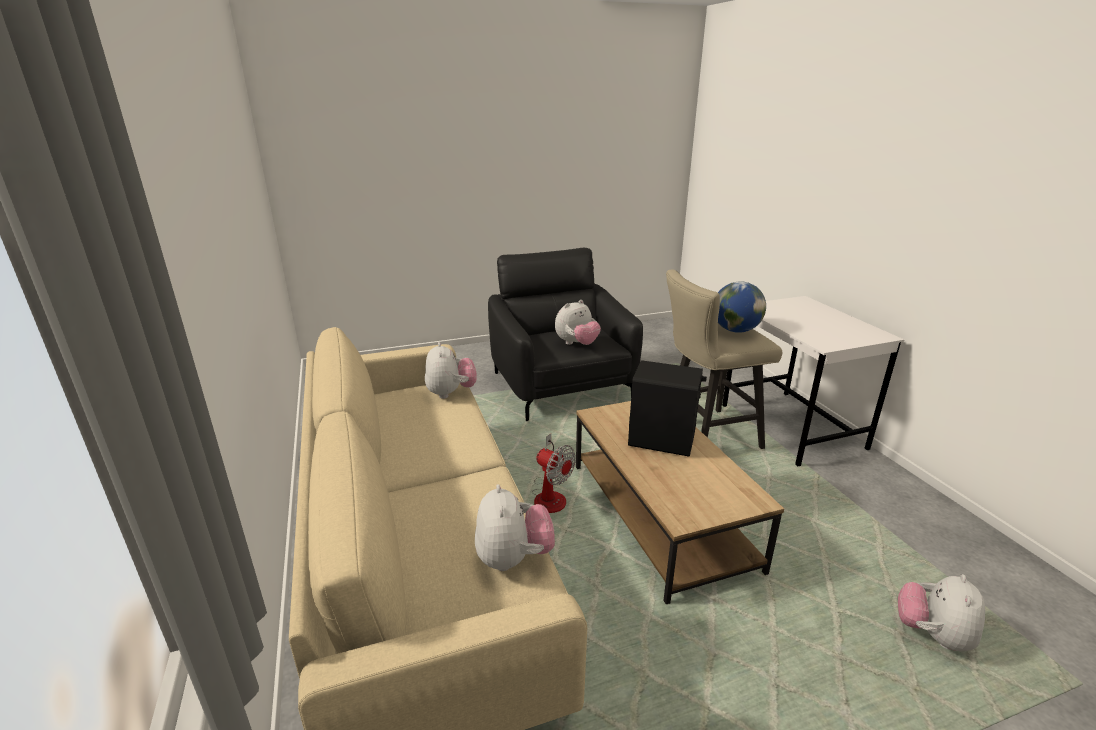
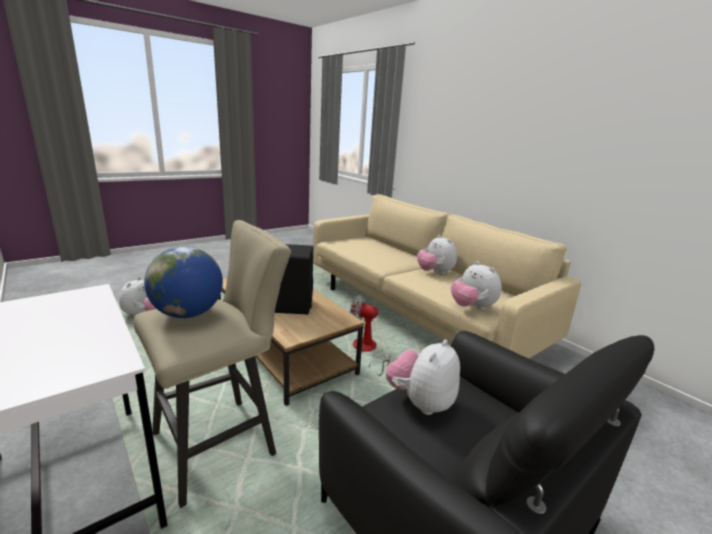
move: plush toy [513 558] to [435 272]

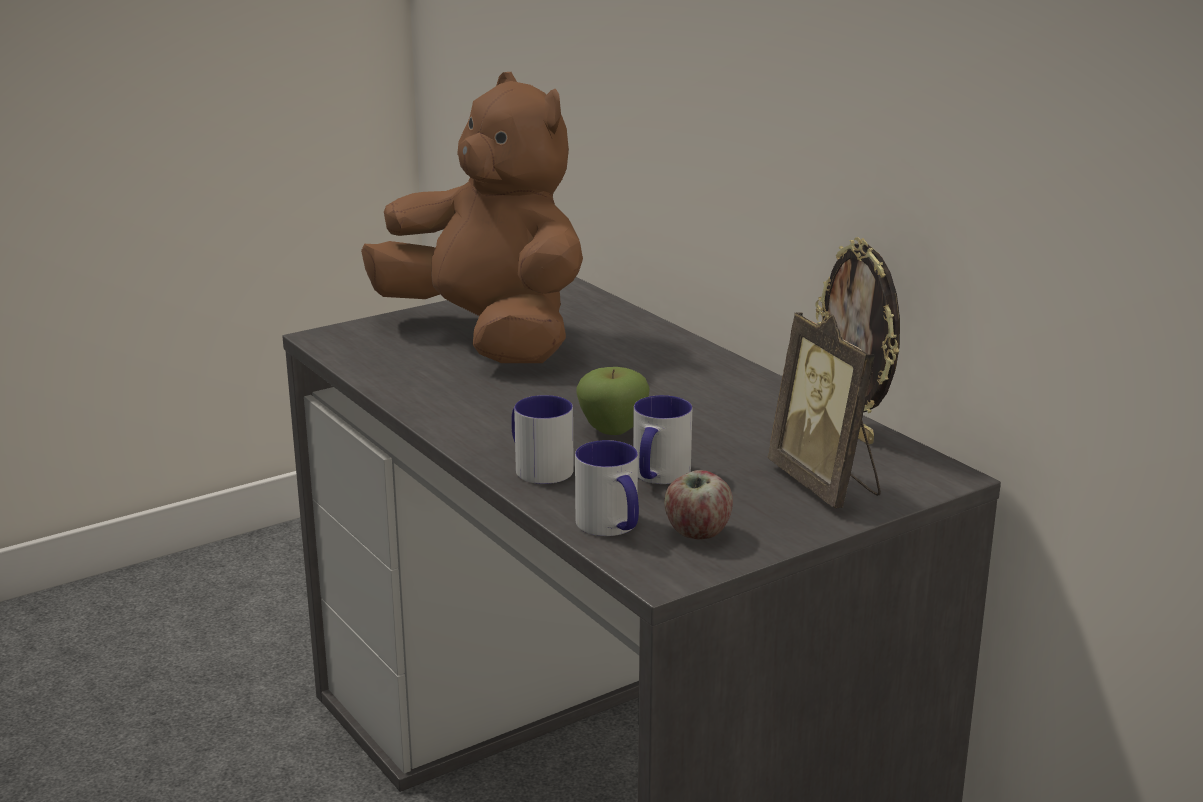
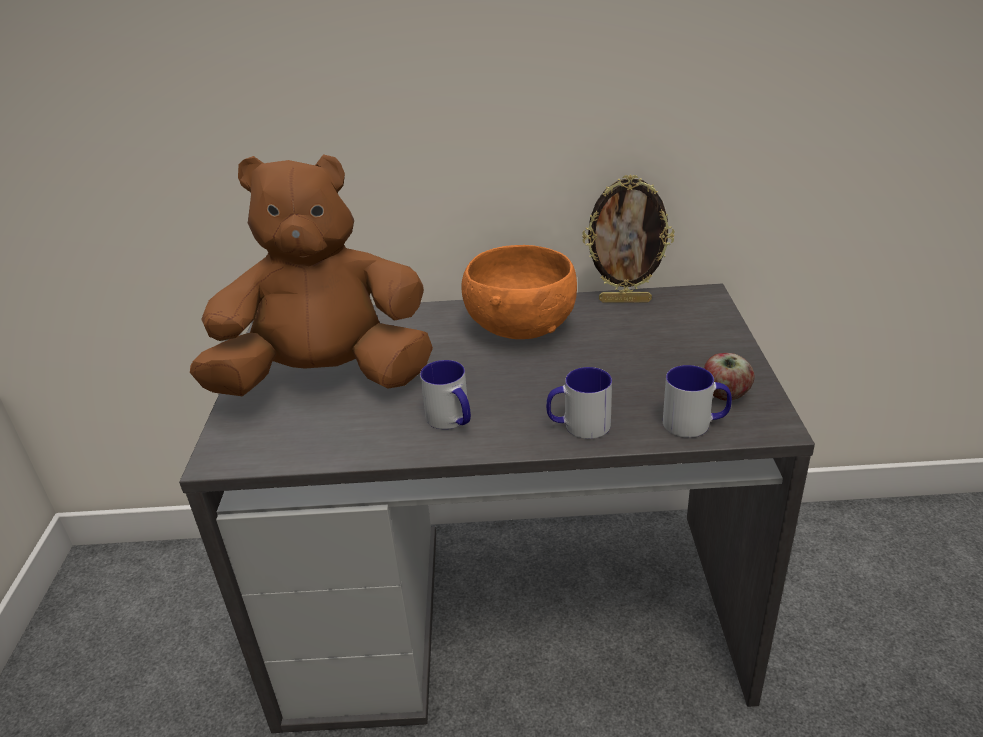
delete: apple [612 430]; picture frame [826 484]
insert: orange bowl [520 327]
move: mug [657 476] to [452 420]

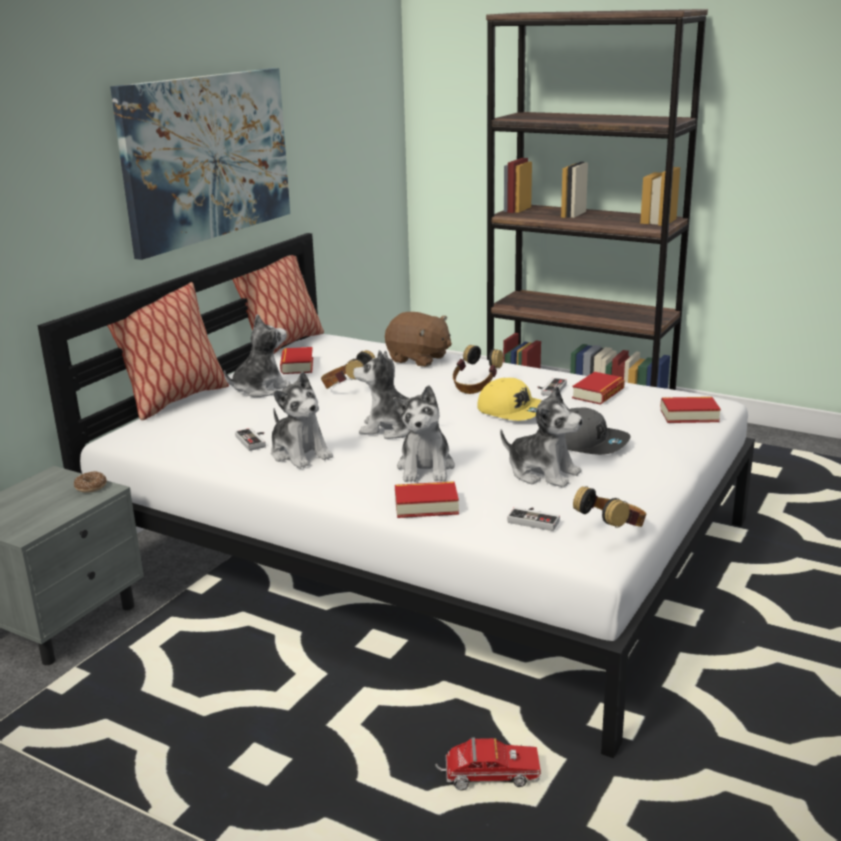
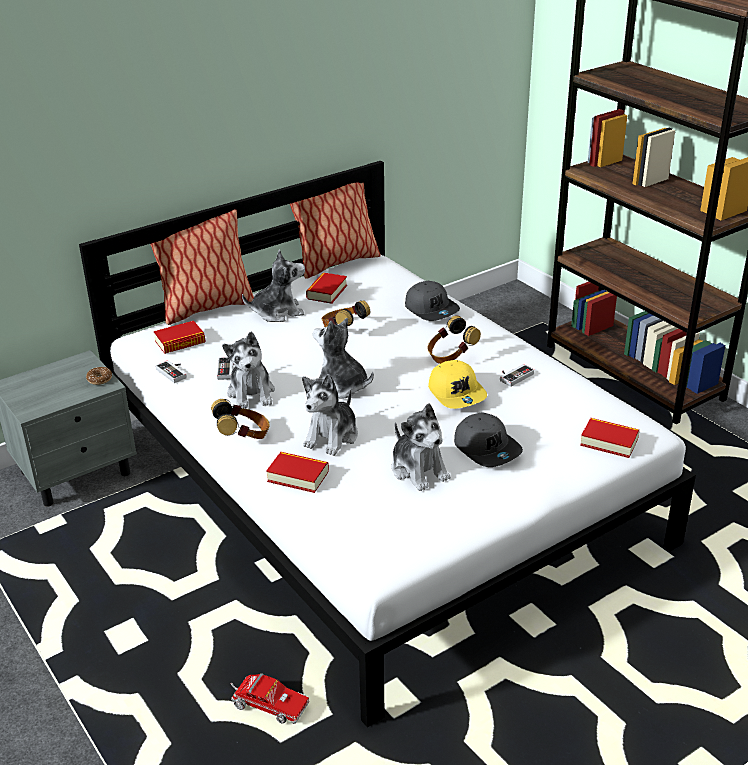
delete: picture [207 157]
move: game controller [535 520] to [174 372]; book [598 394] to [180 342]; headphones [612 532] to [243 437]
replace: brown plush toy [418 359] to grey cap [432 309]

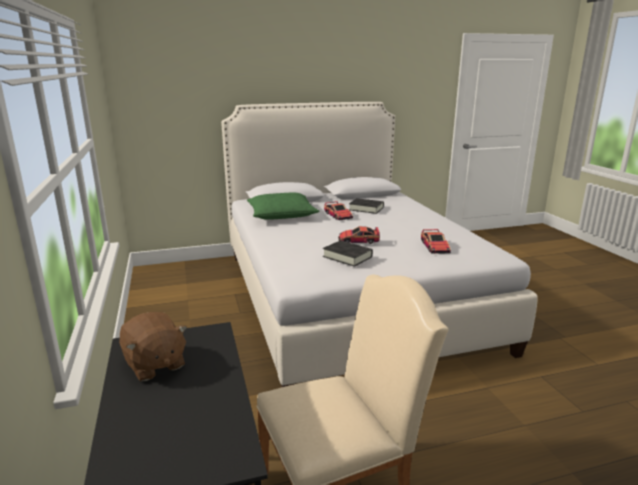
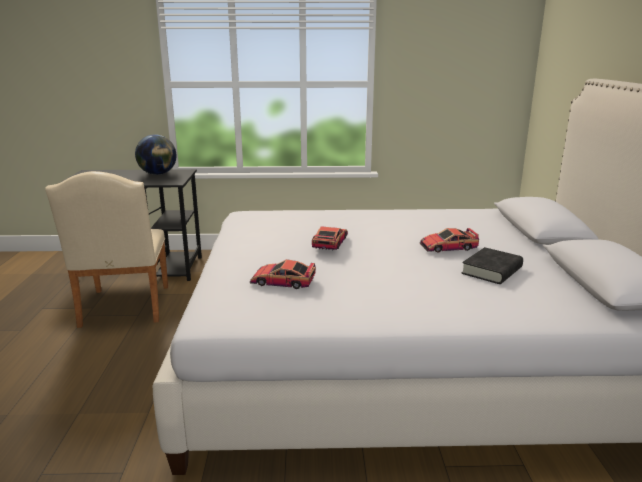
delete: green pillow [281 215]; black book [347 257]
replace: brown plush toy [154 365] to globe [158 174]

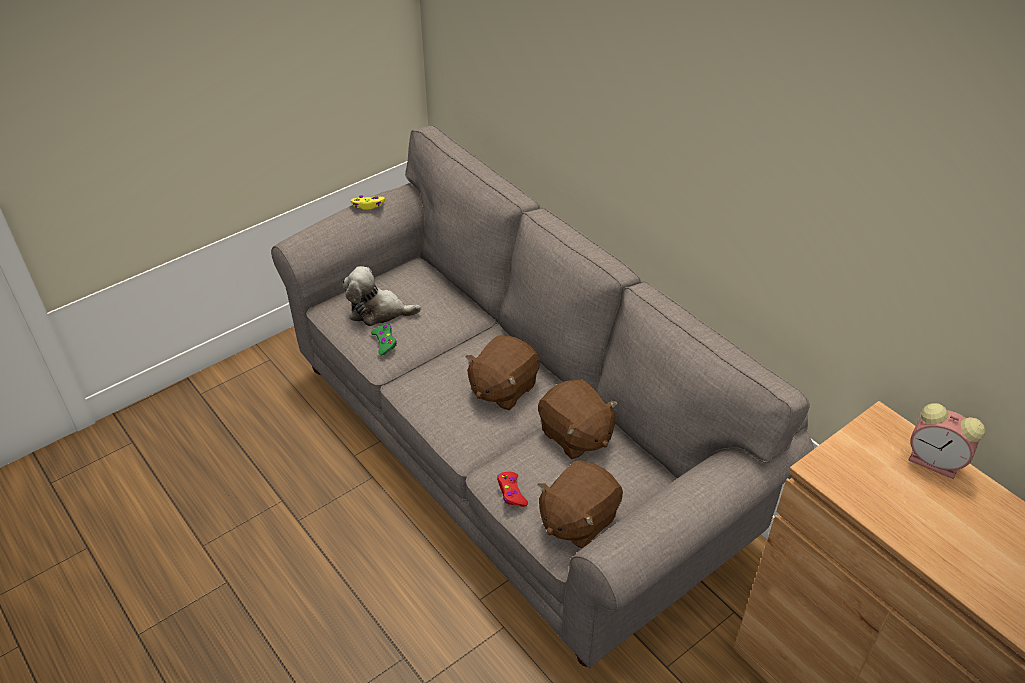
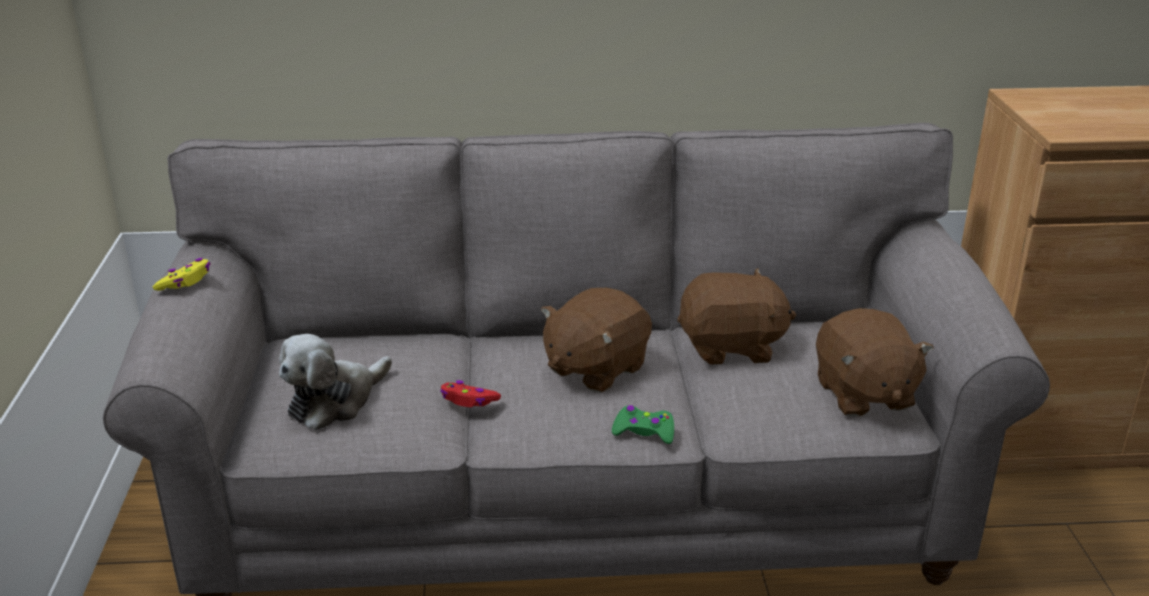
delete: alarm clock [936 462]
move: green game controller [384 342] to [644 431]; red game controller [511 492] to [469 400]
rotate: brown plush toy [502 388] = [595 368] 60 degrees clockwise

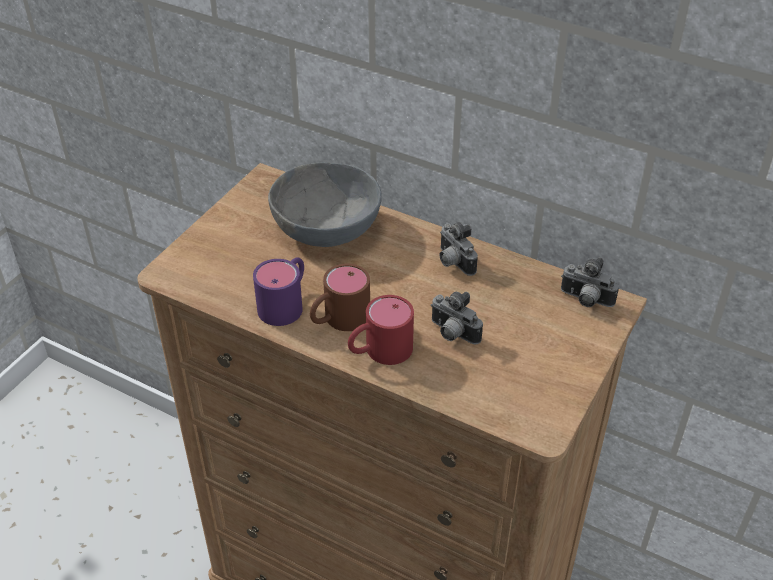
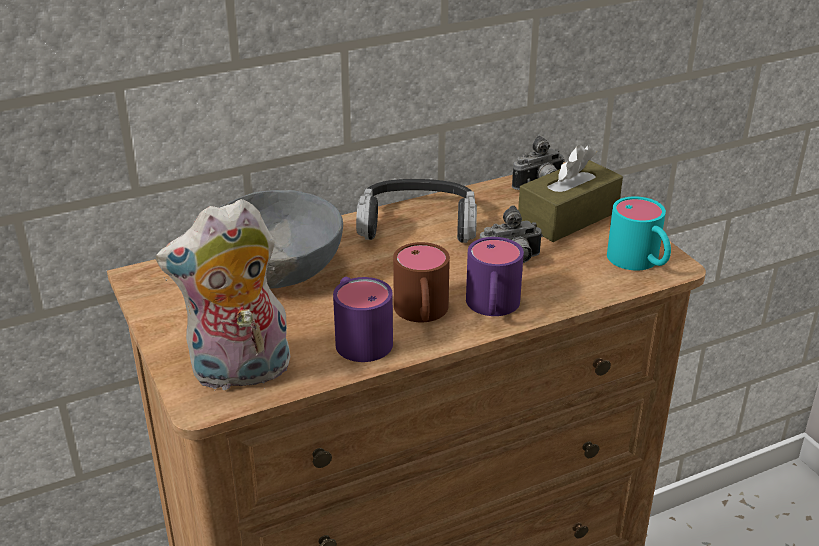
insert: plush toy [240 374]; brown tissue box [568 217]; turquoise mug [640 262]
replace: photo camera [453 263] to headphones [418 224]
recolor: red mug [379 351] to purple mug [492 308]

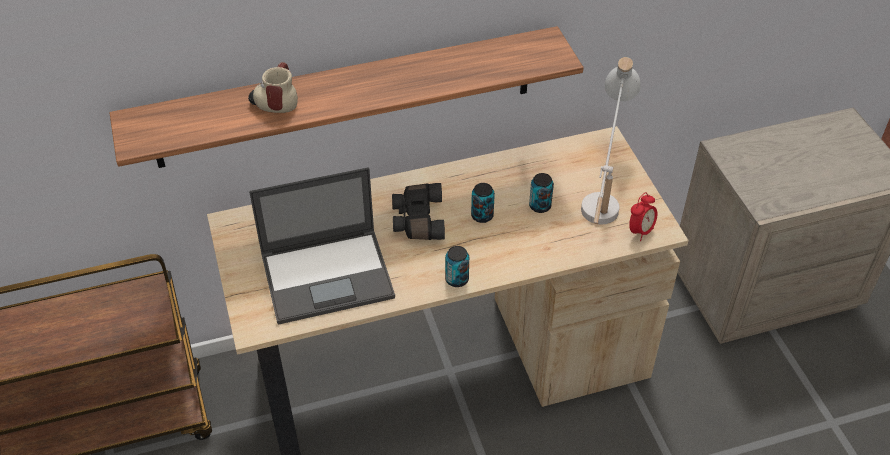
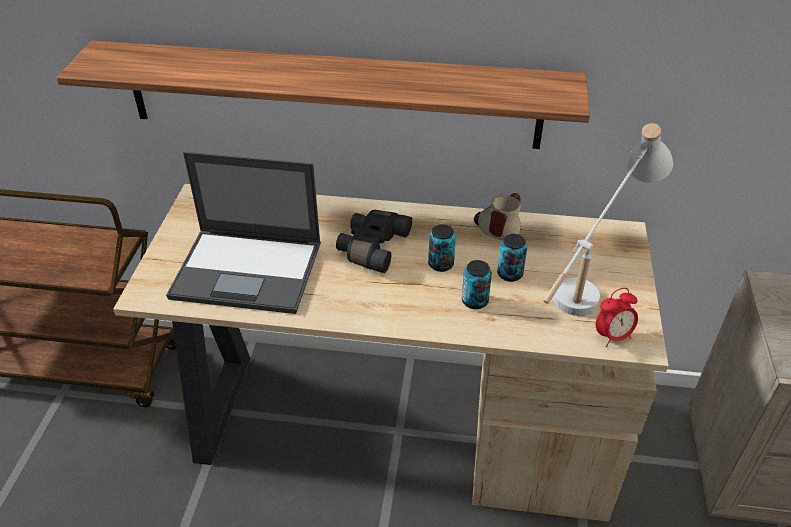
move: mug [275 101] to [498 228]; can [457 279] to [474 301]

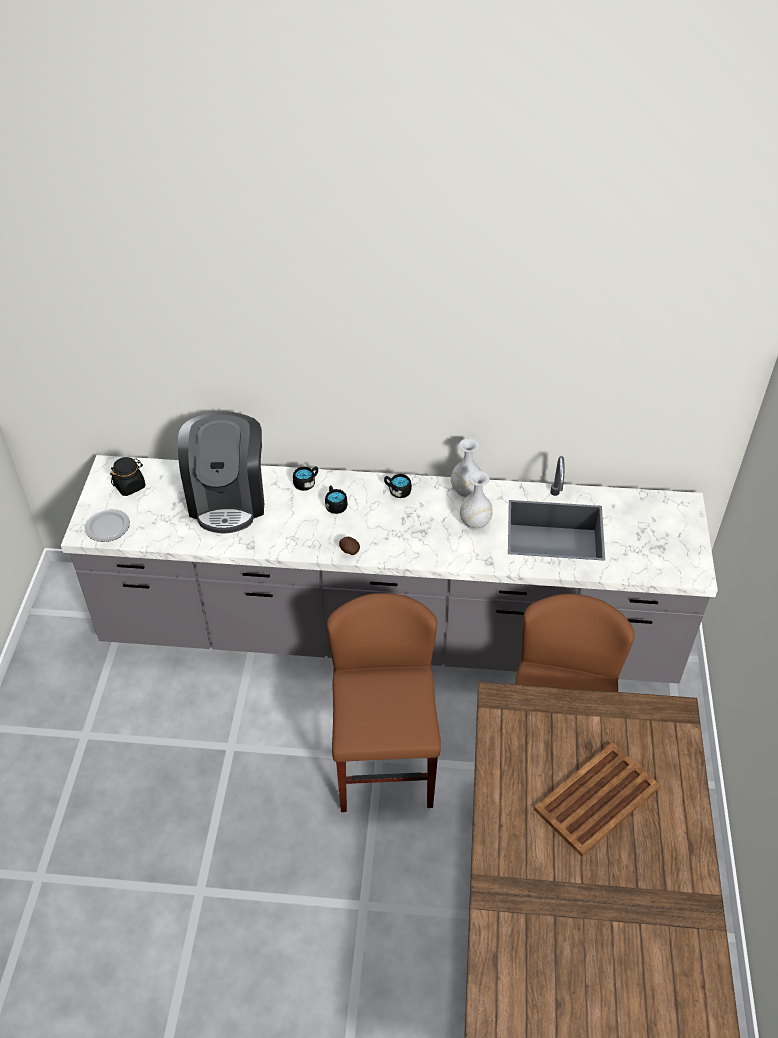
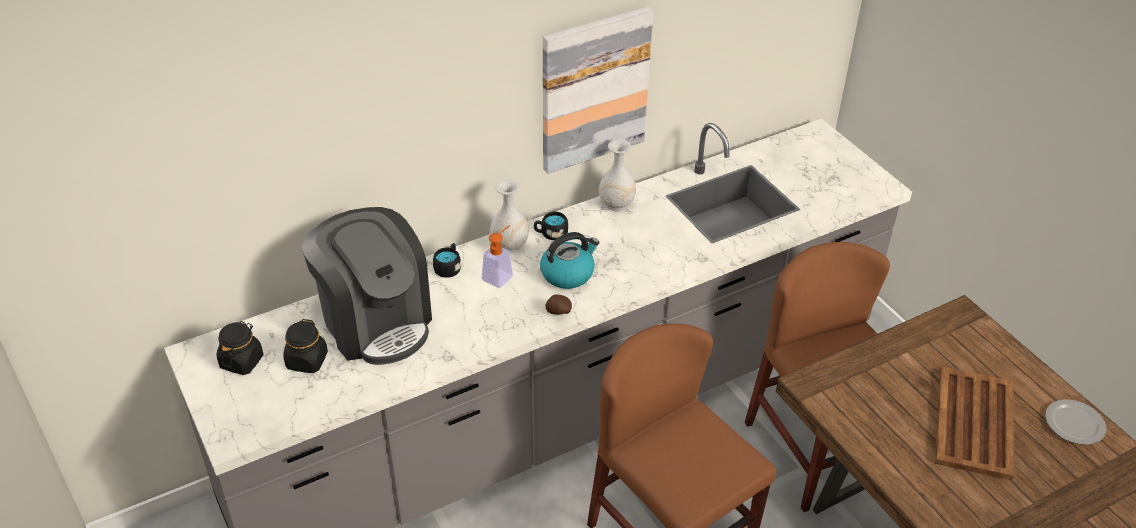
insert: black jar [307 361]; kettle [568 273]; picture [594 89]
move: plate [108 526] to [1074 423]; white vase [475 523] to [510 245]
replace: black mug [335 505] to soap dispenser [500 275]

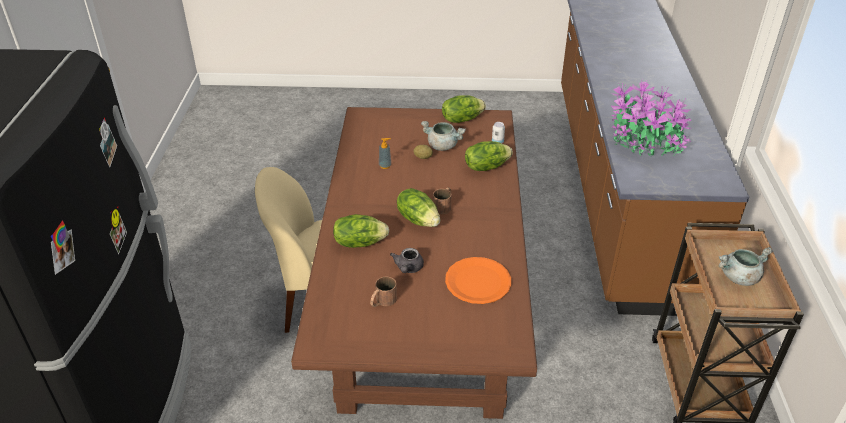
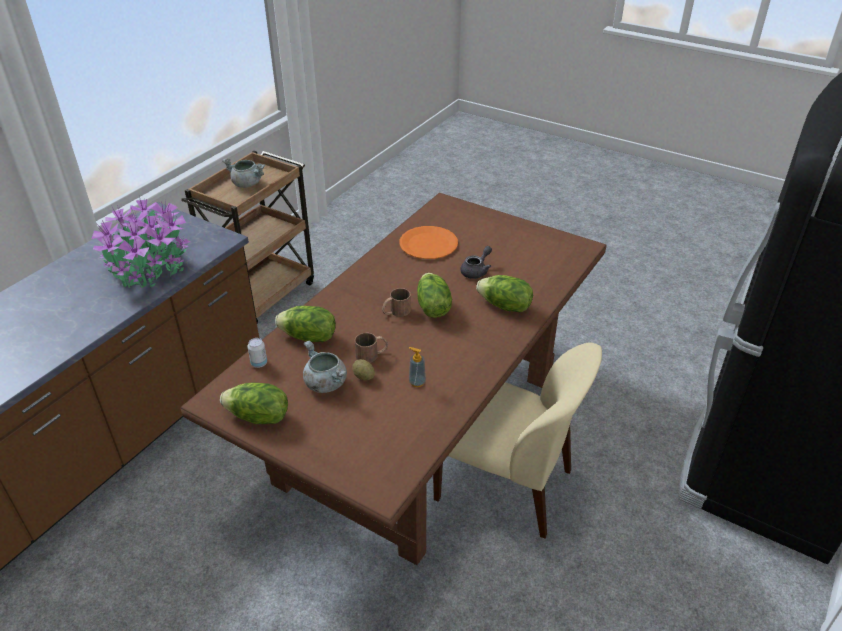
move: brown mug [382 301] to [372 354]

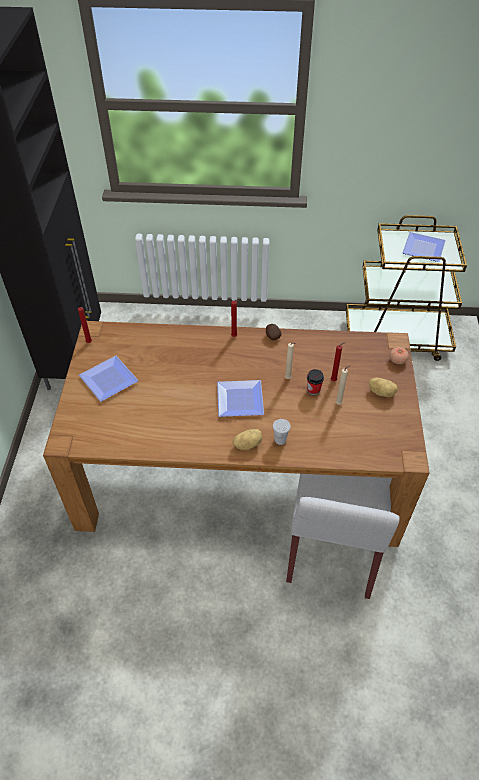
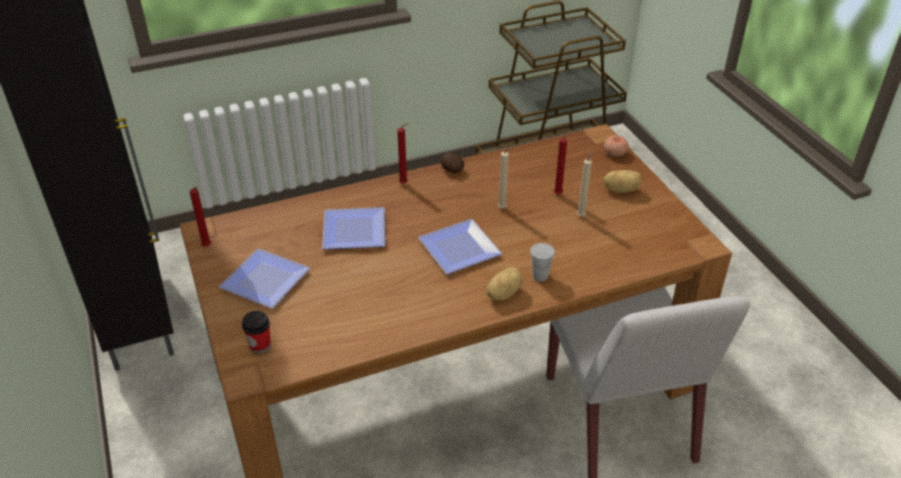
move: cup [313 390] to [260 345]; plate [422 247] to [352 230]

